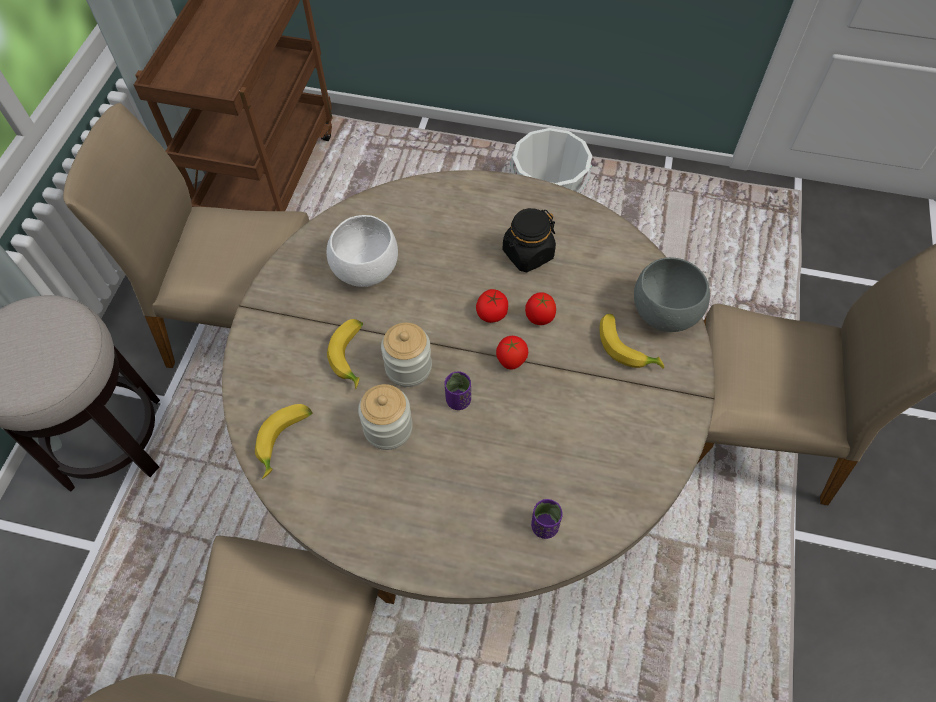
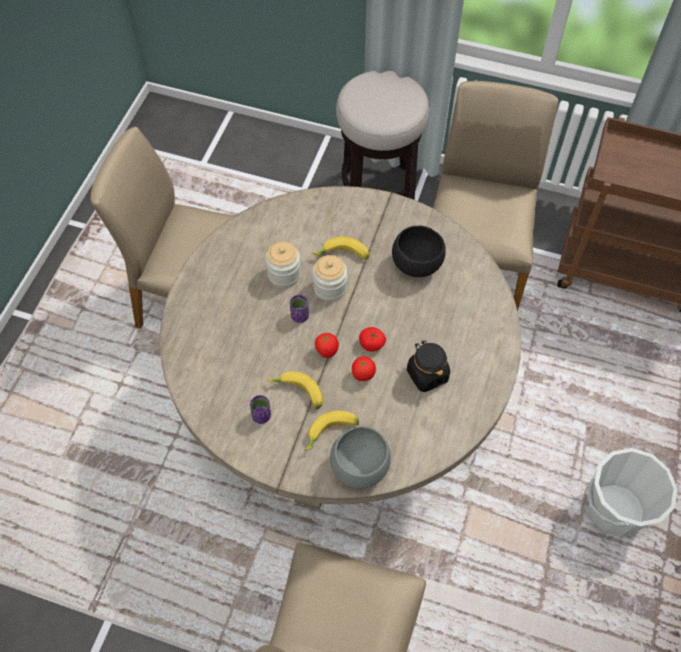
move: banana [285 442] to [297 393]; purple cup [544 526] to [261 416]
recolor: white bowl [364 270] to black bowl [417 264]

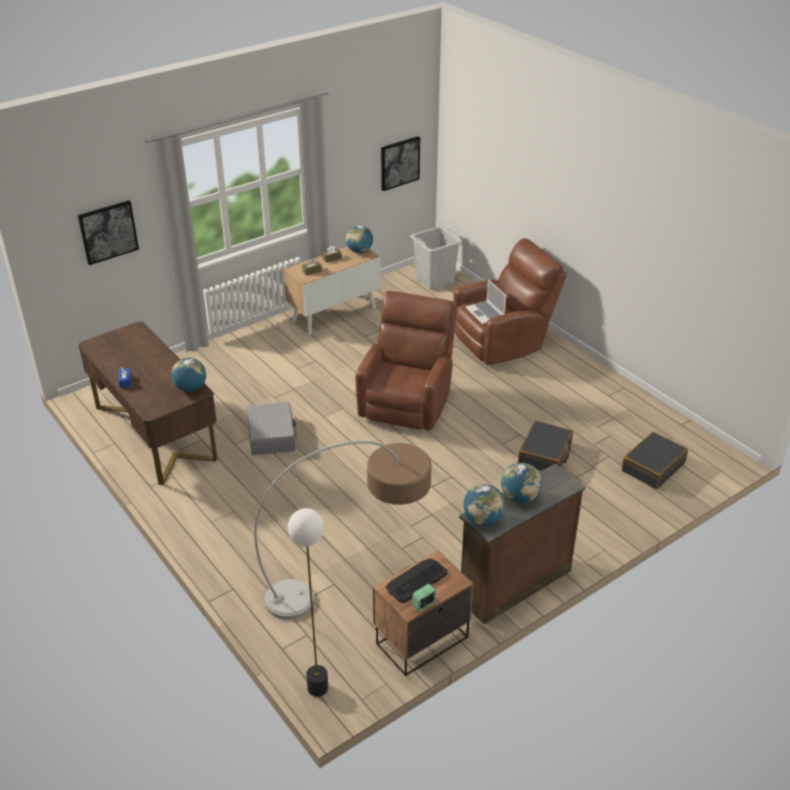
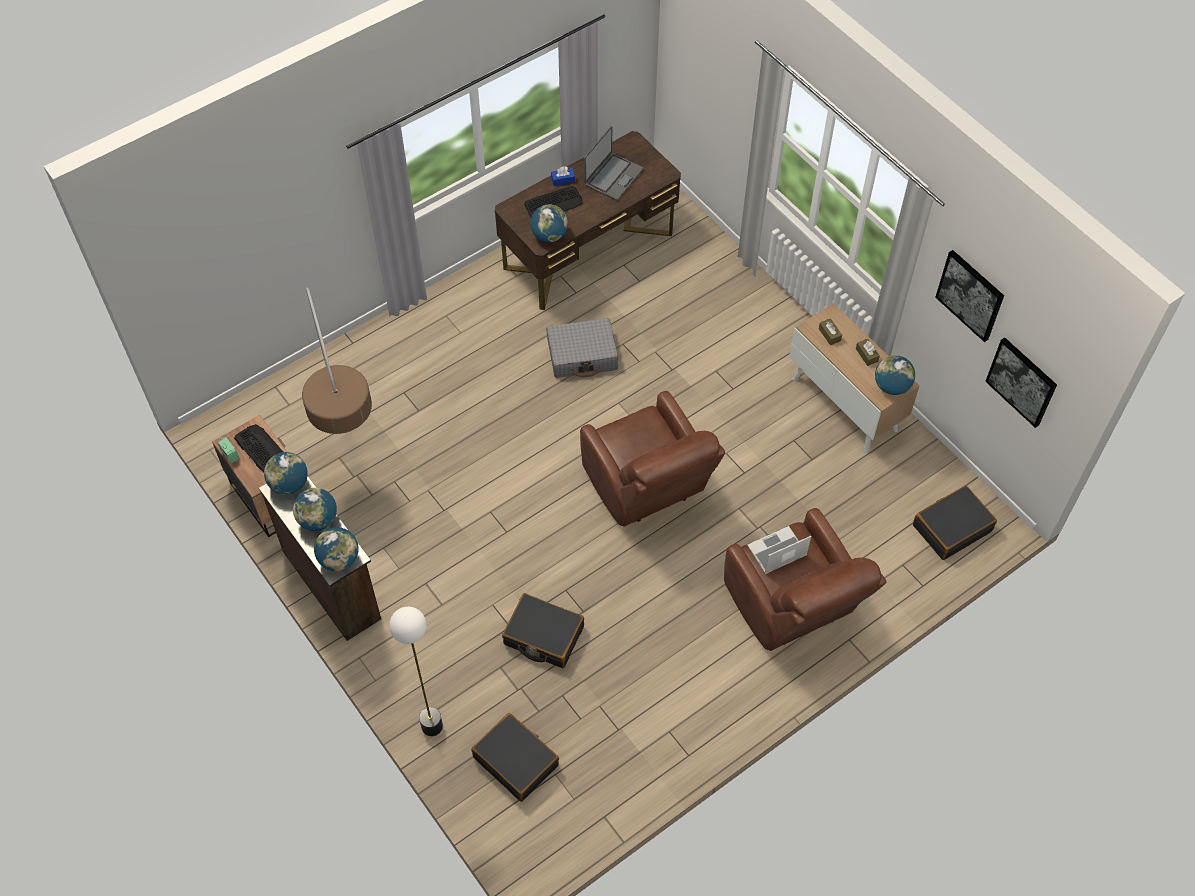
insert: globe [339 559]; keyboard [553 203]; laptop [613 177]
move: picture [108 232] to [970 295]; floor lamp [318 687] to [432 726]
replace: grey laundry basket [435 281] to black suitcase [951 528]
rotate: brown armchair [407 402] = [647 488] 45 degrees clockwise

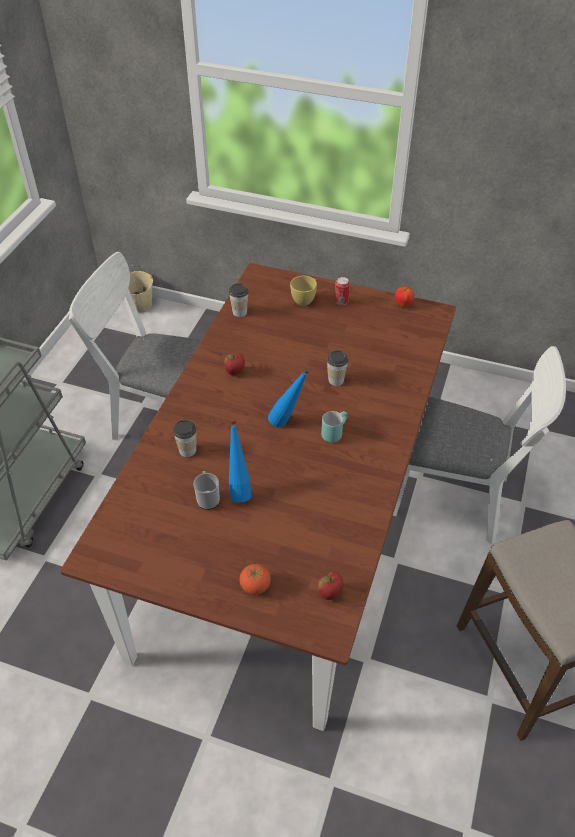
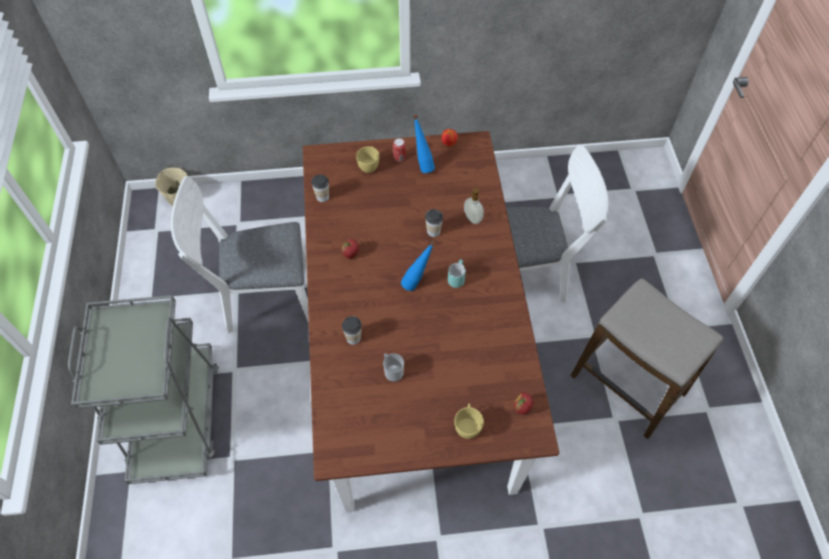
insert: soap dispenser [472 219]
move: blue bottle [239 489] to [422 165]
replace: tomato [255 586] to yellow cup [467 426]

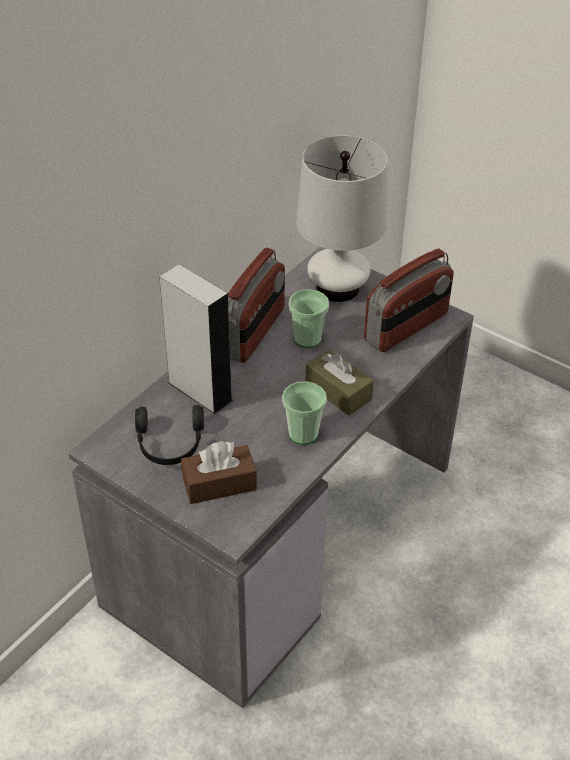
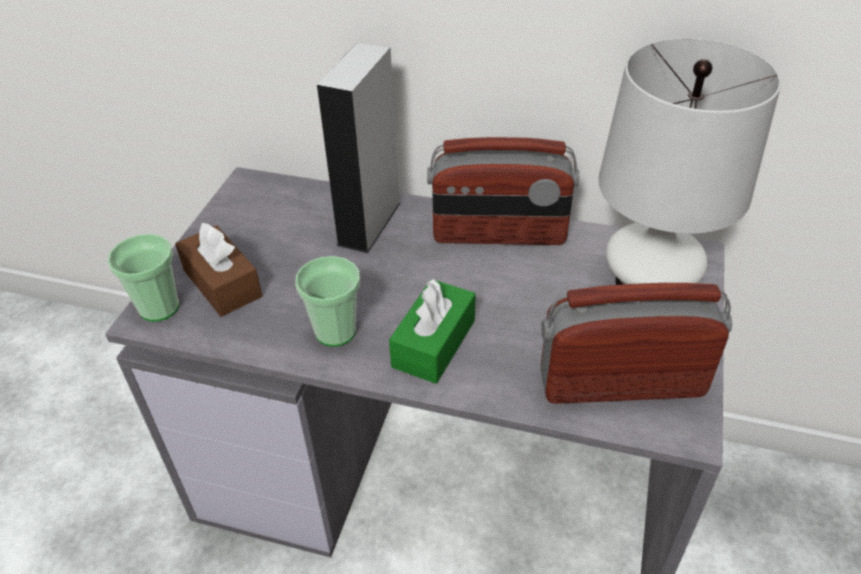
delete: black headphones [170 444]
move: cup [307 339] to [159 307]
recolor: brown tissue box [338 392] to green tissue box [434 343]
rotate: radio [406 328] = [621 383] 150 degrees clockwise

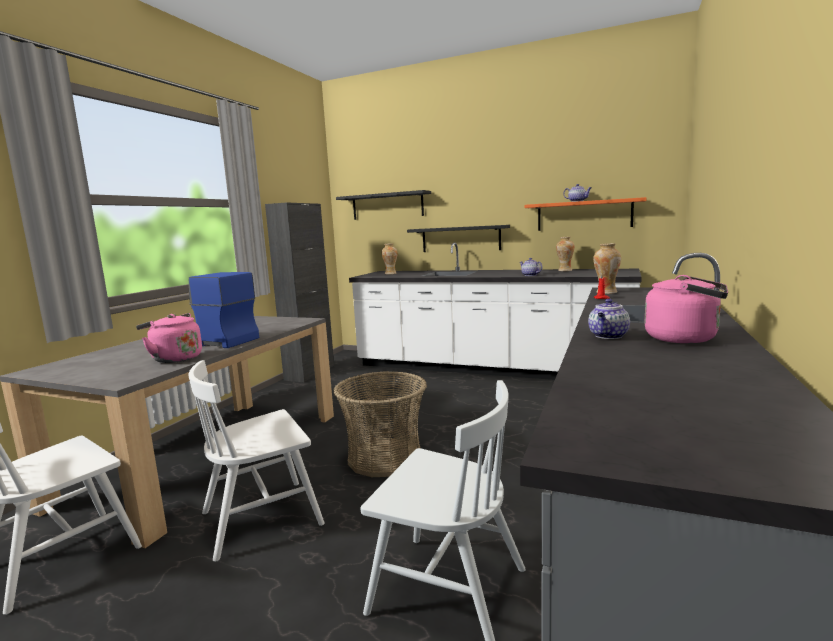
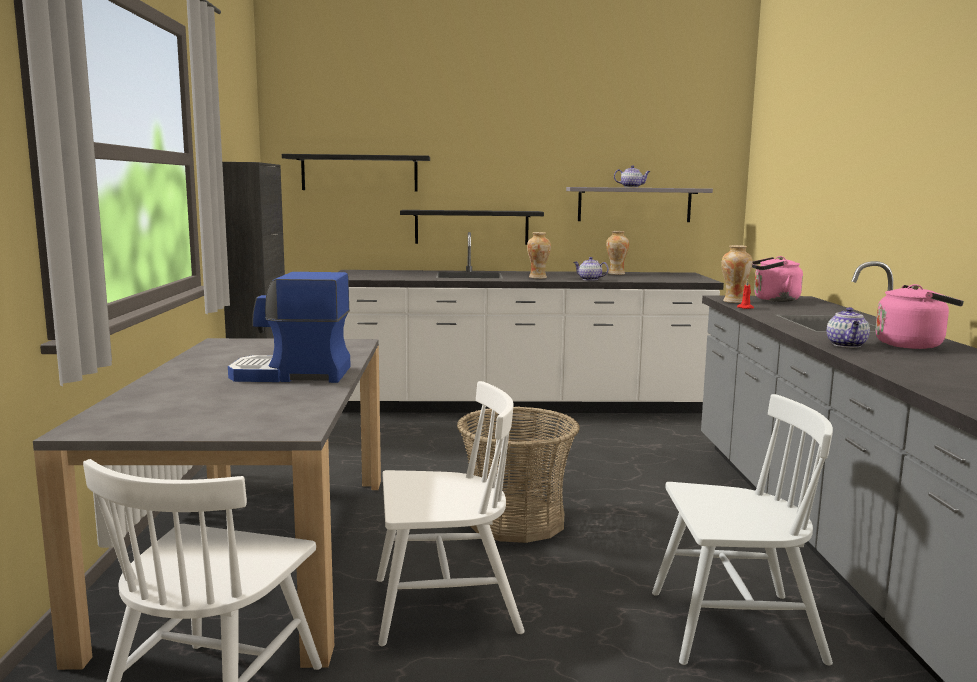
move: pink kettle [174 358] to [773 300]; vase [390 273] to [538 277]
recolor: orange shelf [584 215] to grey shelf [634 204]
rotate: white chair [262 517] = [444 606] 135 degrees counterclockwise

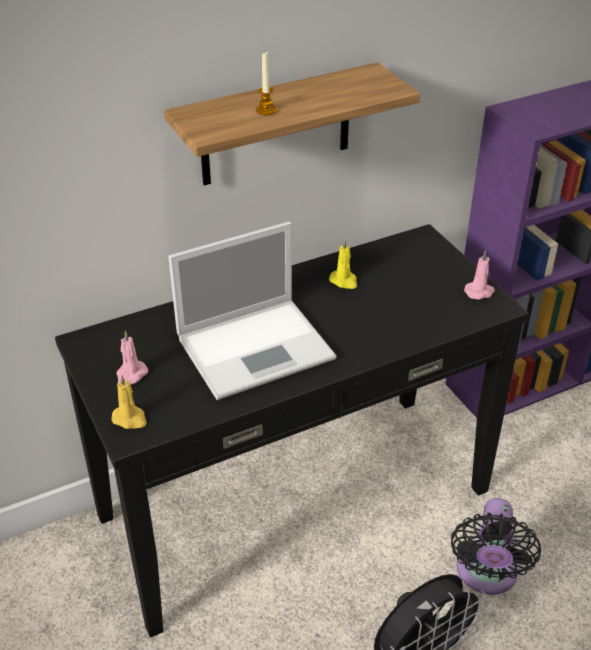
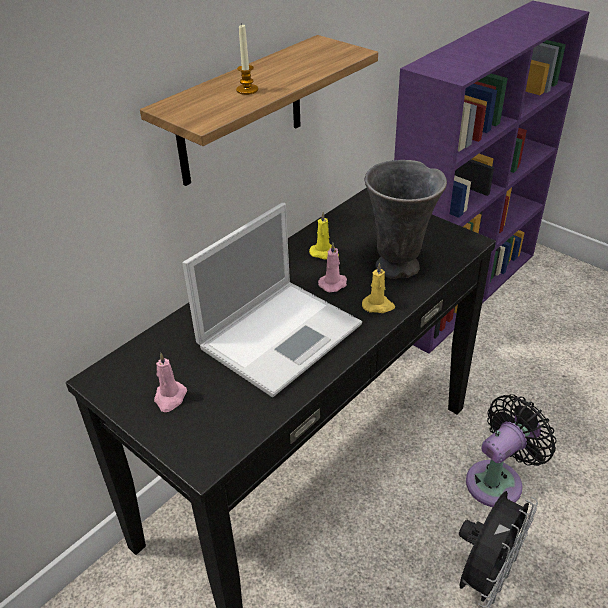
insert: grey vase [399 268]
move: yellow candle [130 419] to [378 306]; pink candle [479 292] to [333 284]
rotate: black fan [486 575] = [498 480] 120 degrees counterclockwise

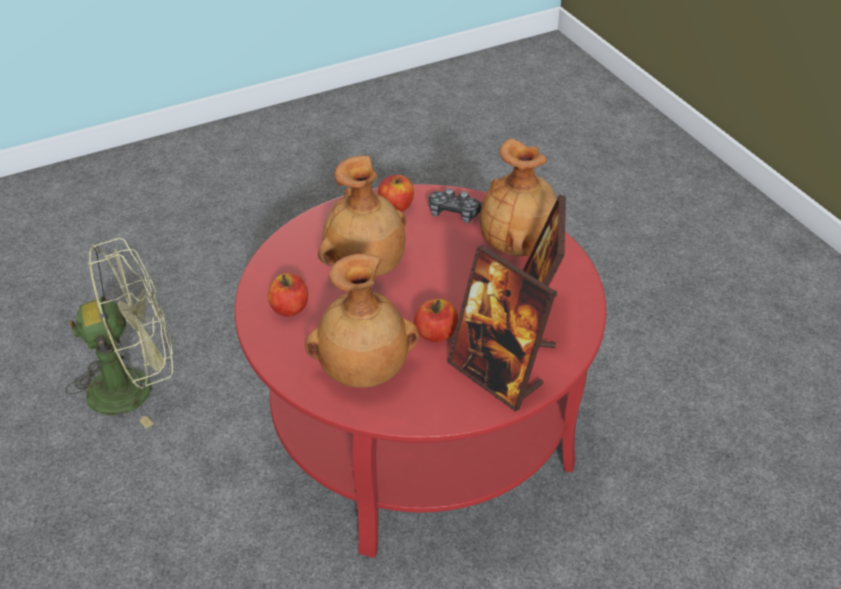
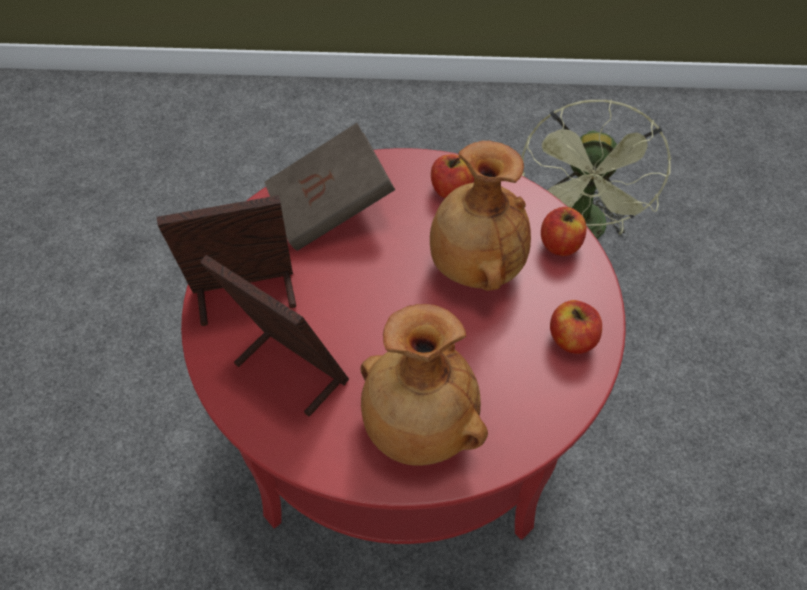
delete: game controller [454 213]
move: apple [436 334] to [559 245]
replace: brown vase [364 371] to brown book [330 209]

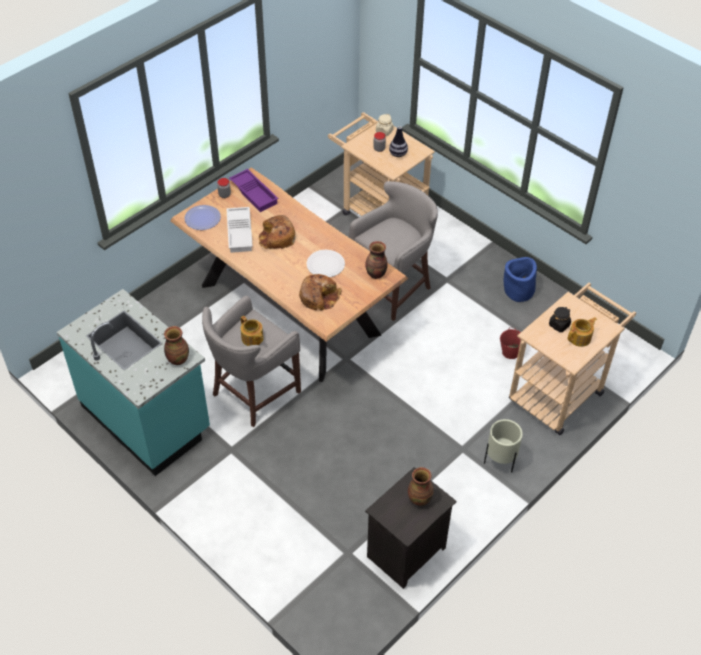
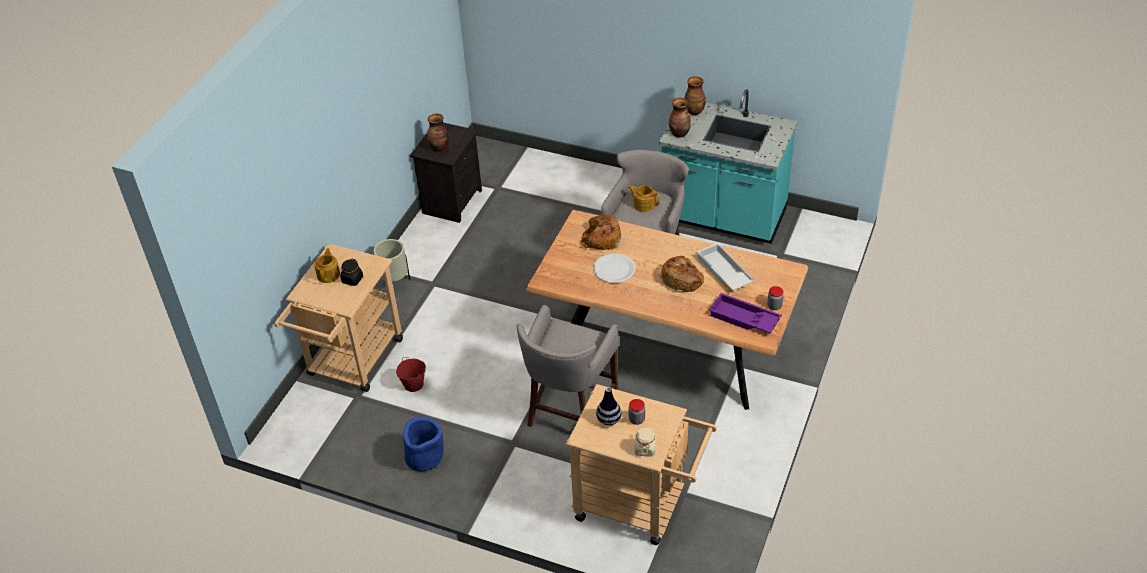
delete: plate [202 218]
move: vase [376 274] to [694 111]
rotate: teapot [580 338] = [329 274] 150 degrees clockwise

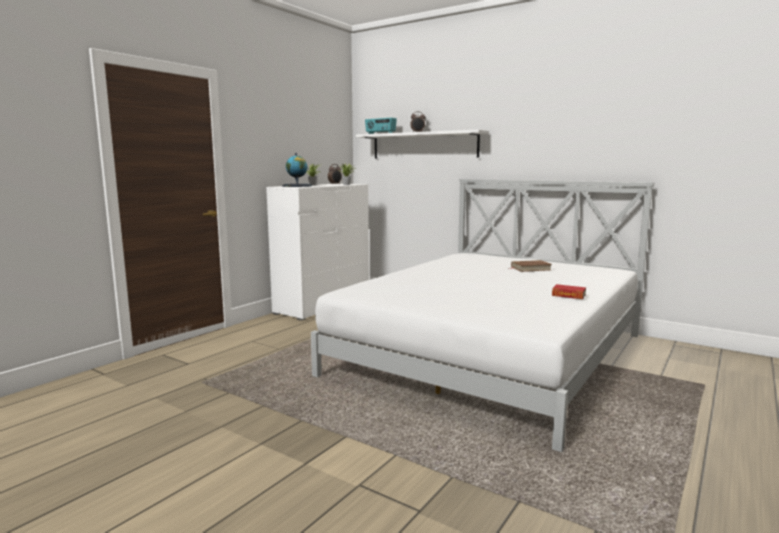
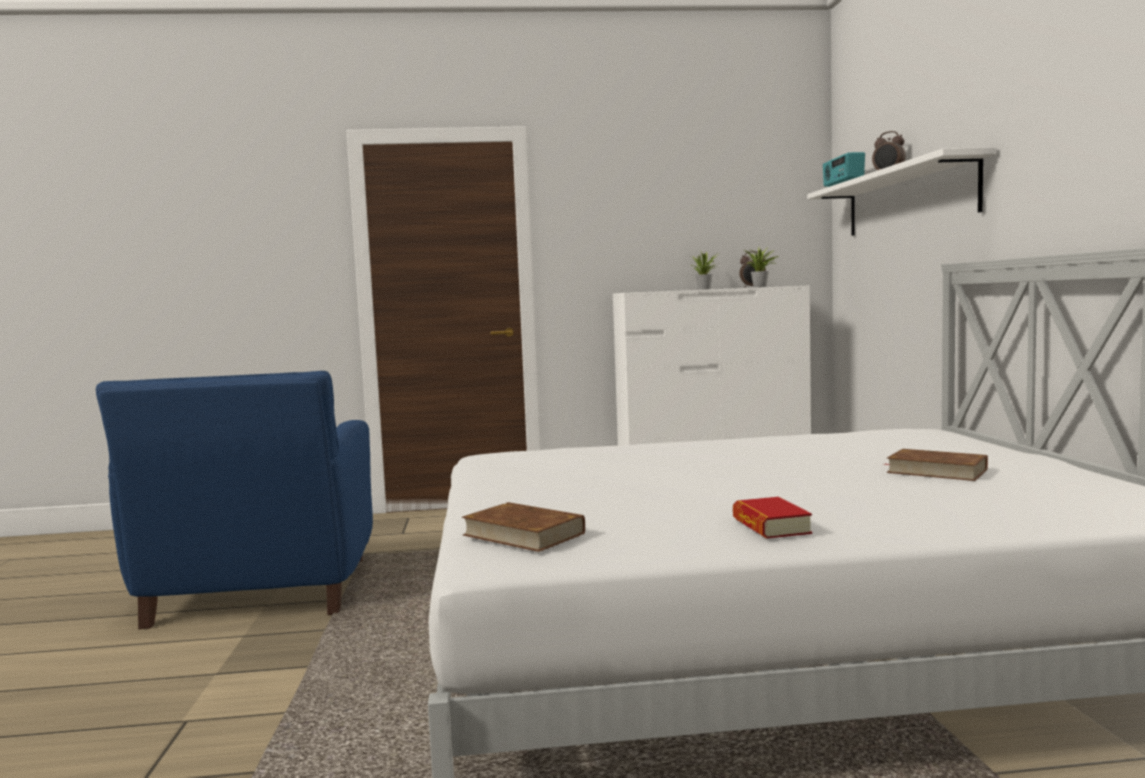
delete: globe [297 186]
insert: blue armchair [260 593]; brown book [523 534]

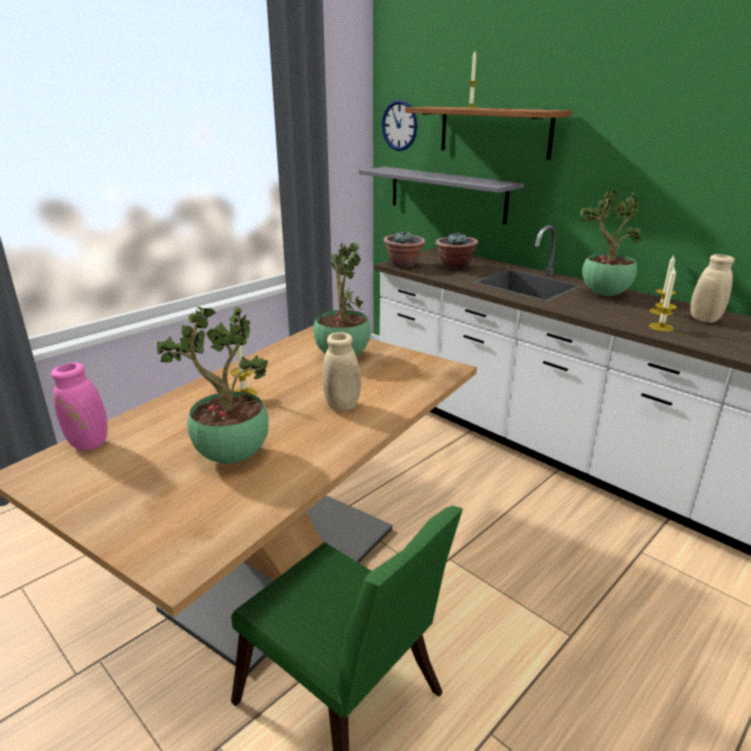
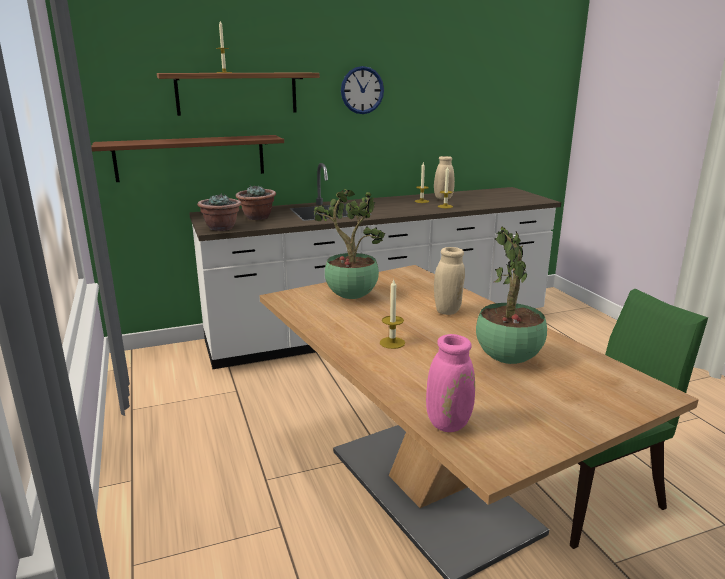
delete: potted plant [603 294]
move: wall clock [399 125] to [362 90]
recolor: grey shelf [446 194] to brown shelf [190 158]

